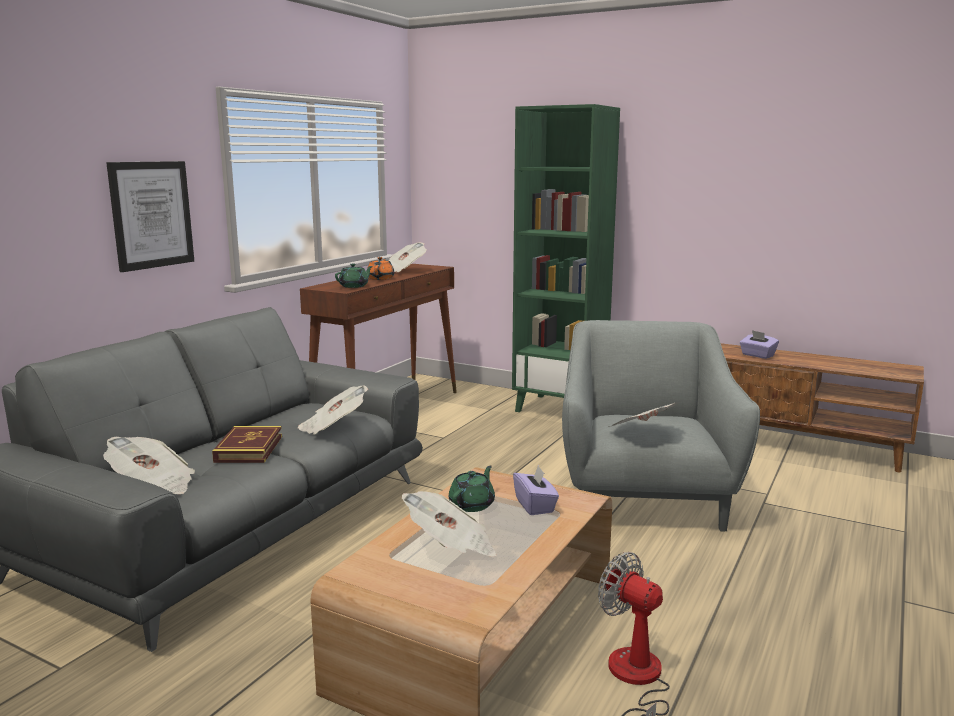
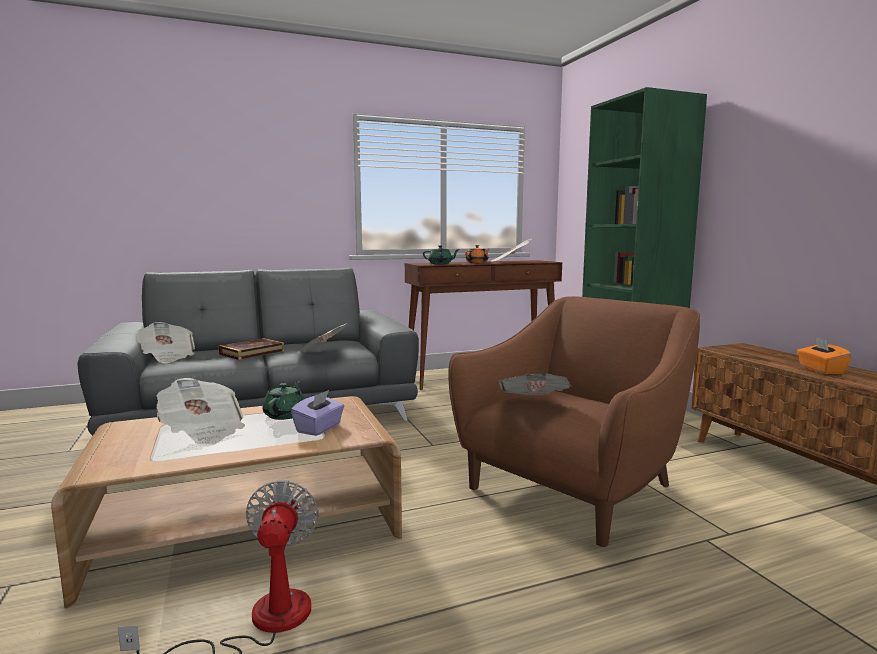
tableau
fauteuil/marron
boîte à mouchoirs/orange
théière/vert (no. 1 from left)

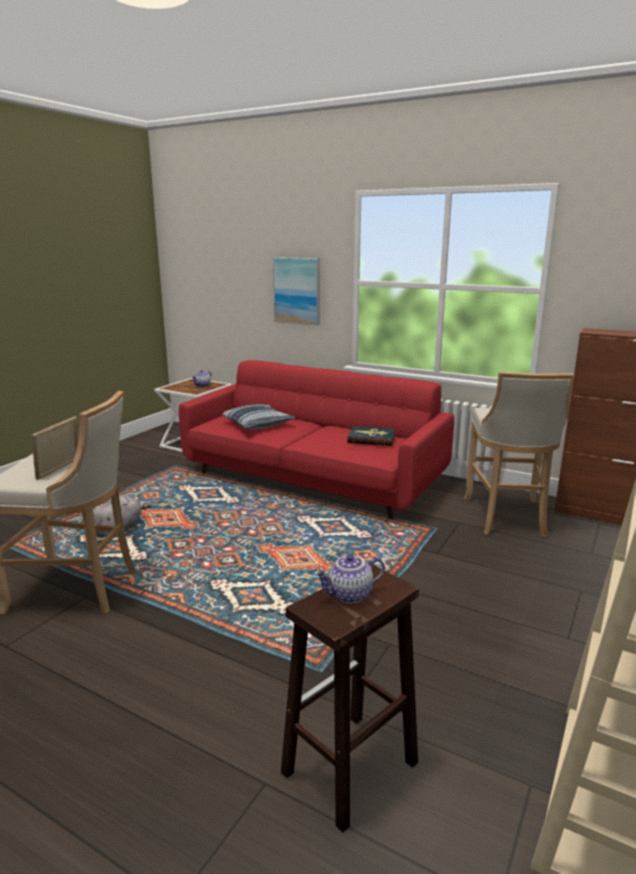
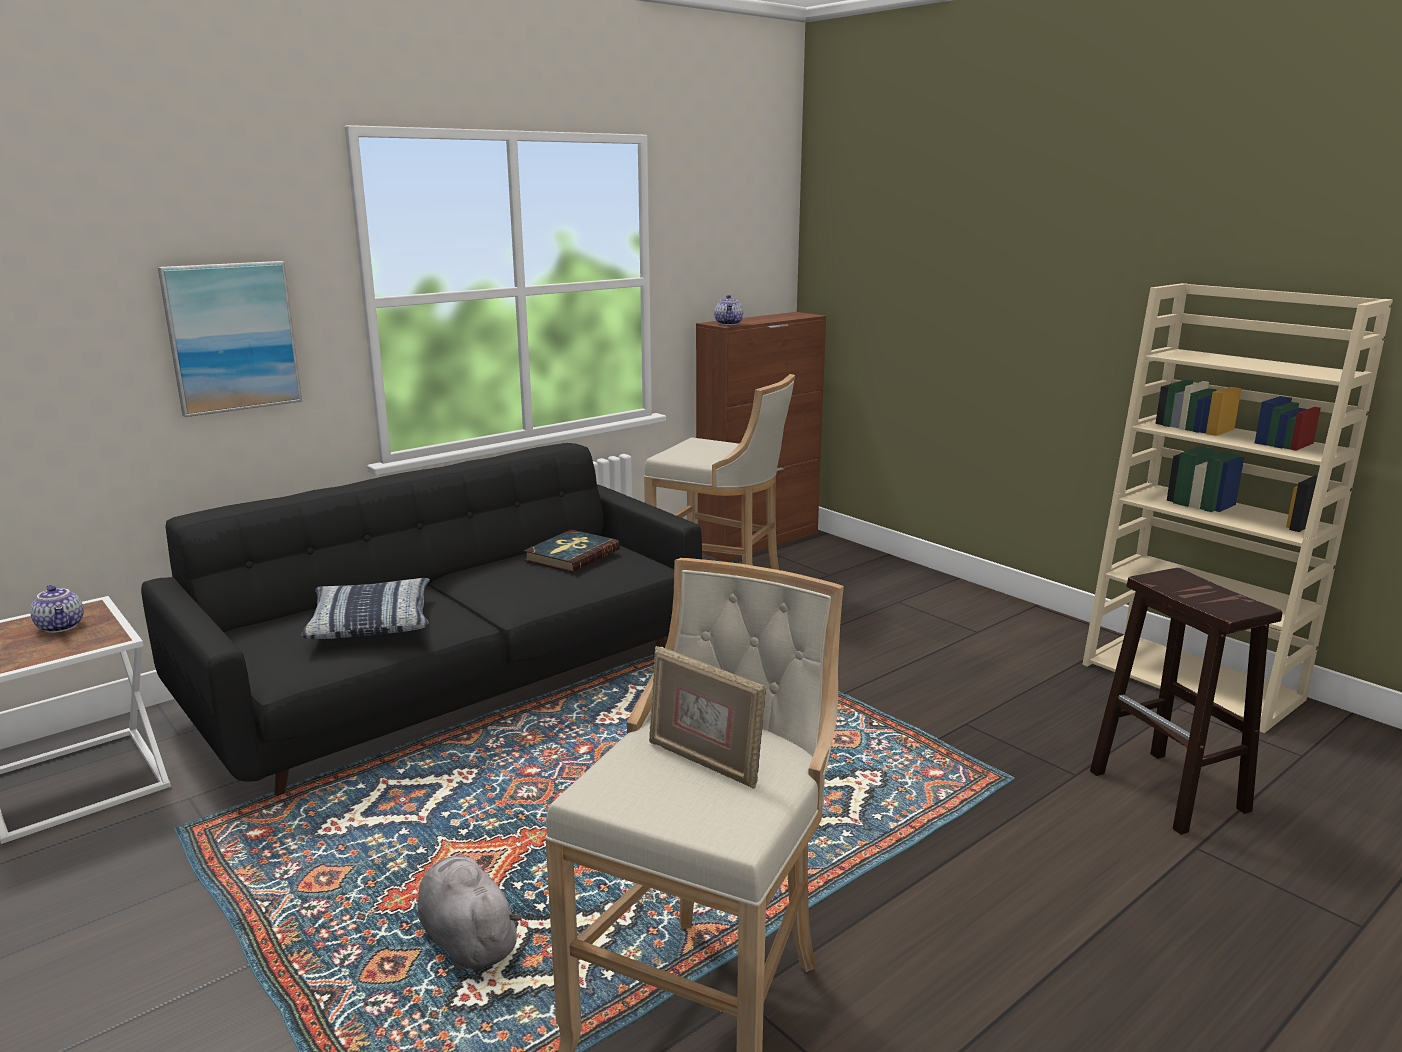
canapé/noir
théière (no. 2 from left)

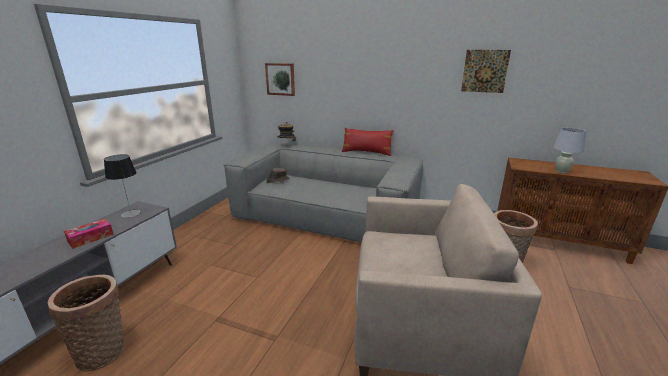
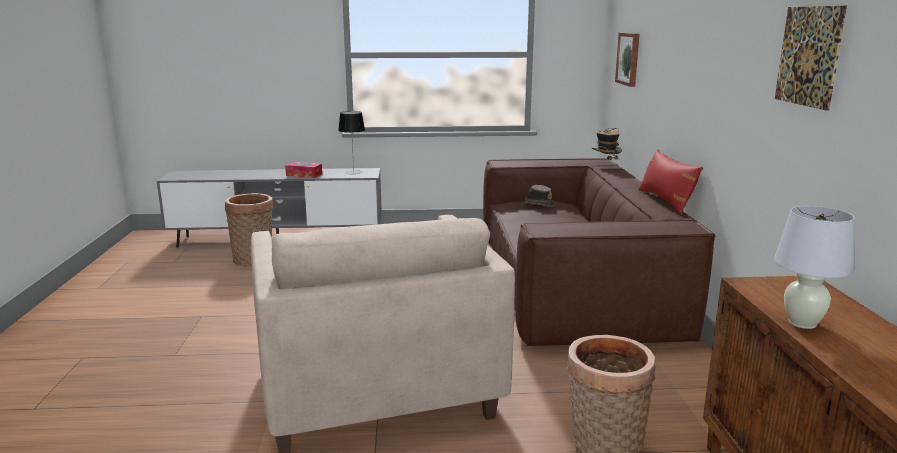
canapé/marron

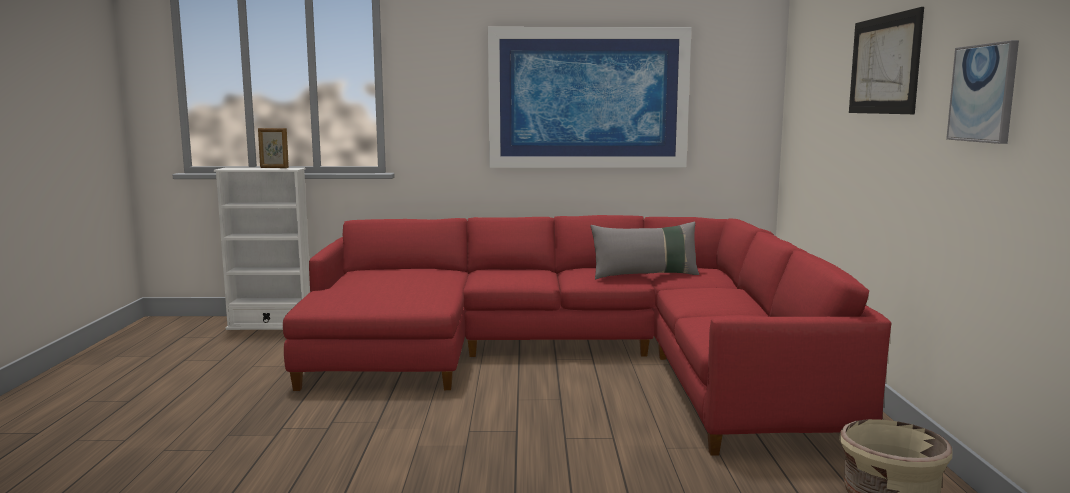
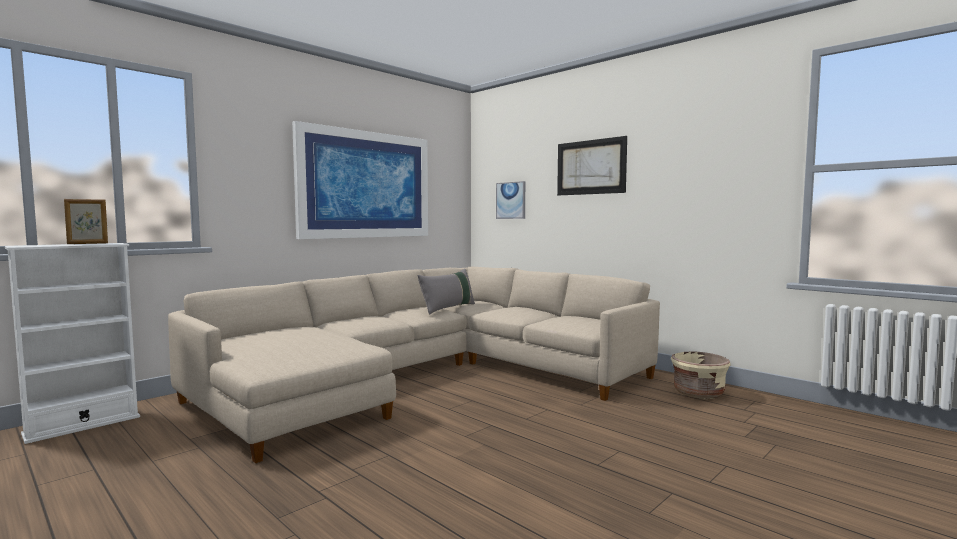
tableau (no. 2 from left)
canapé/beige

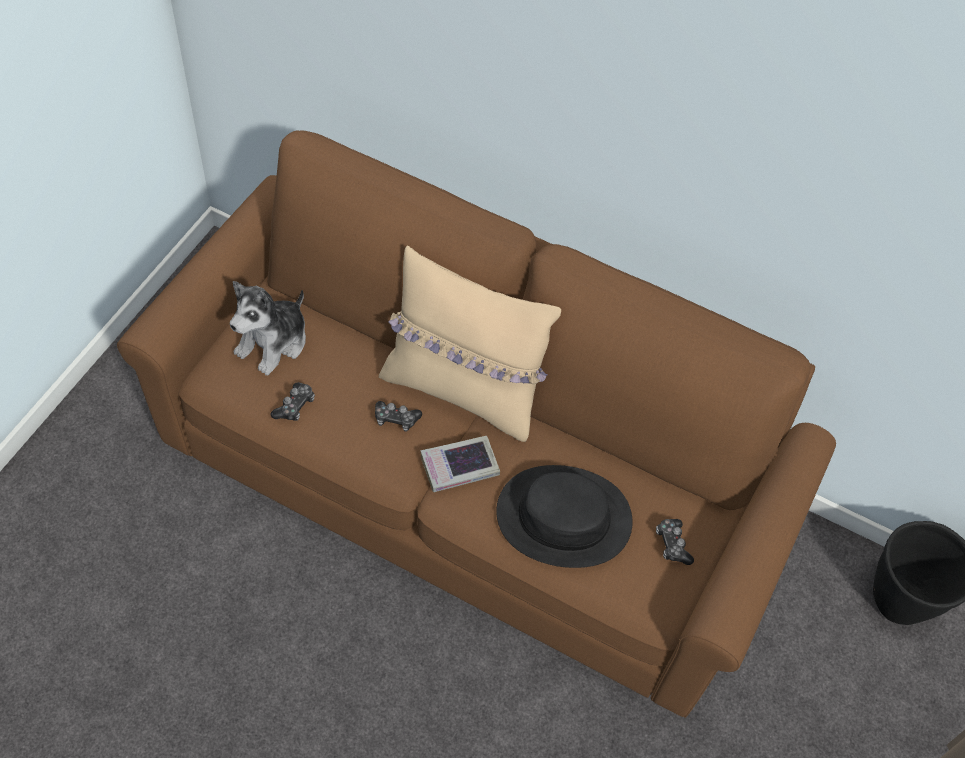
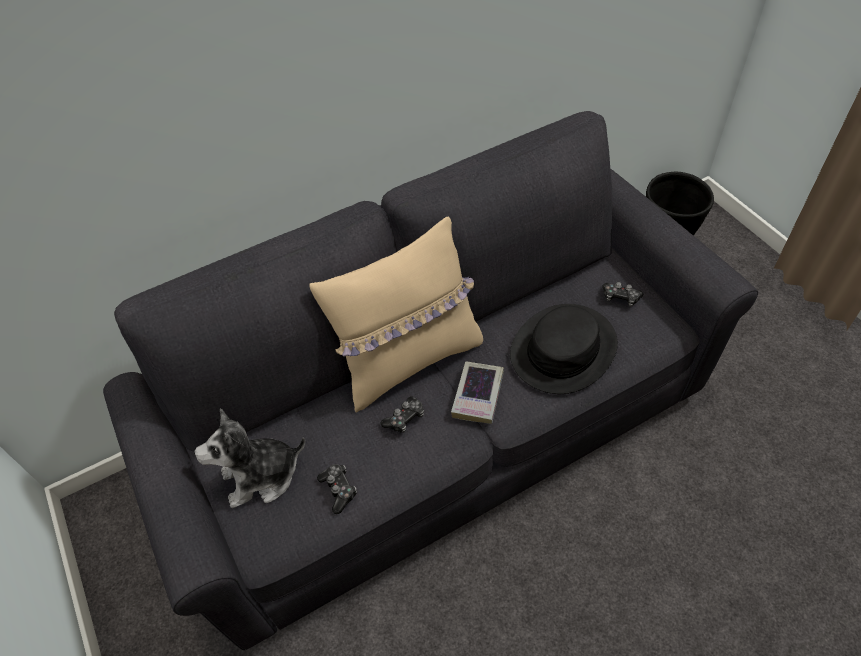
canapé/gris
peluche

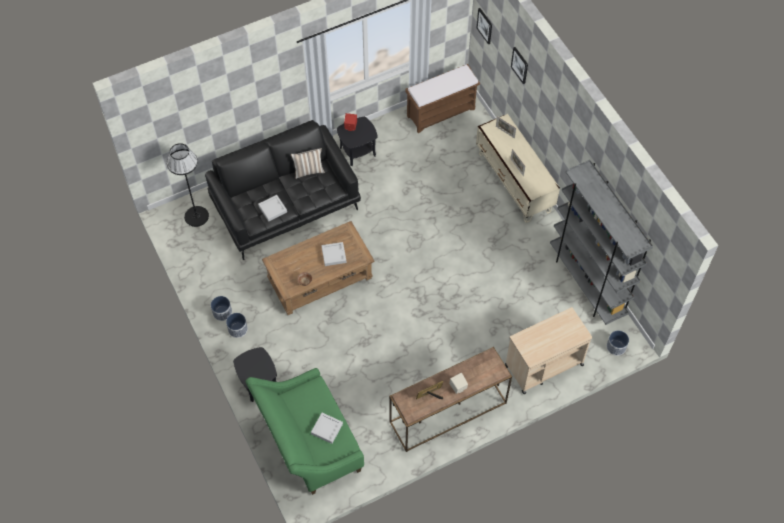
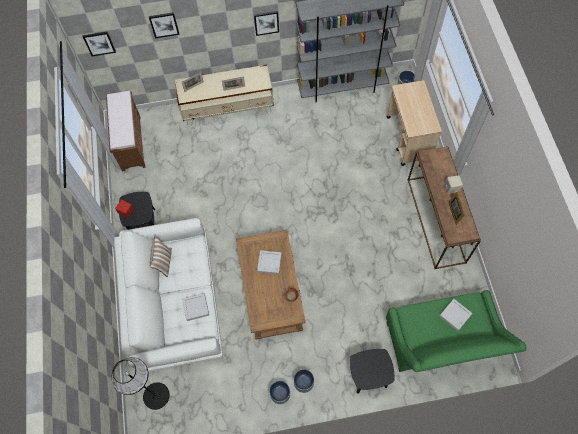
canapé/blanc
tableau (no. 3 from left)

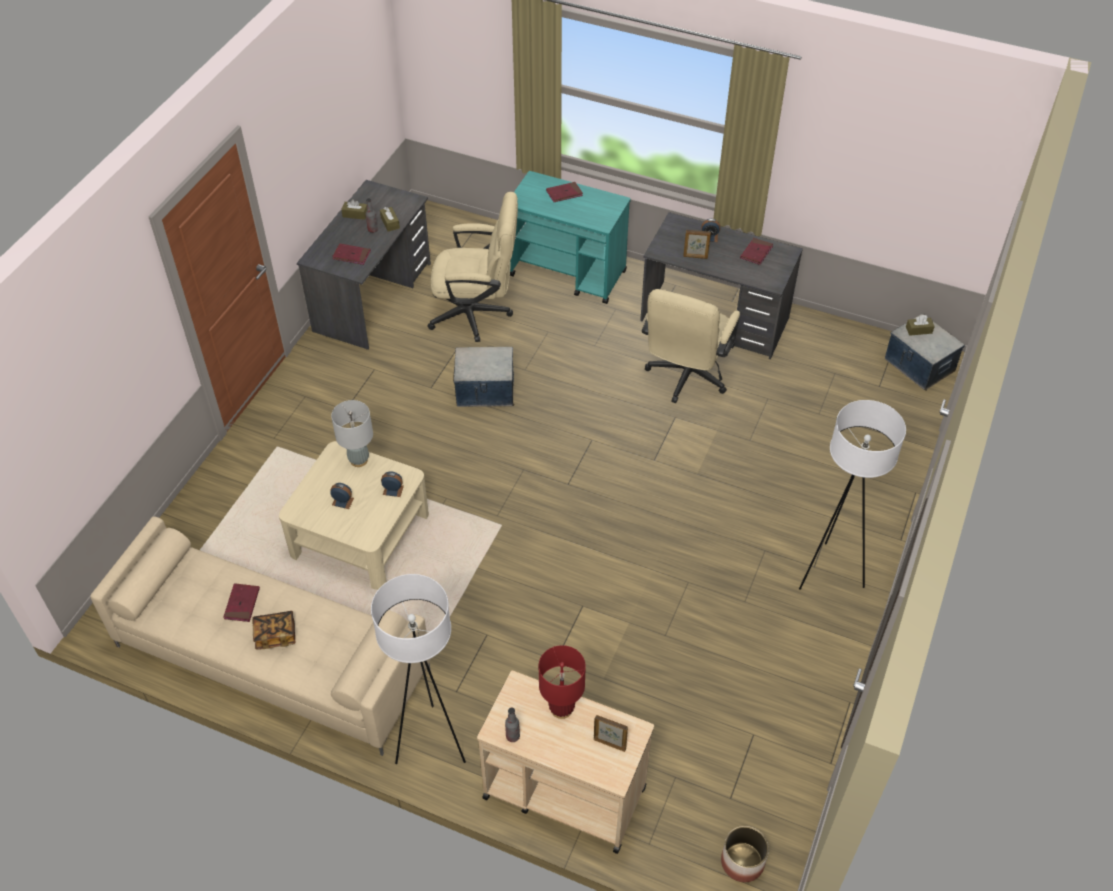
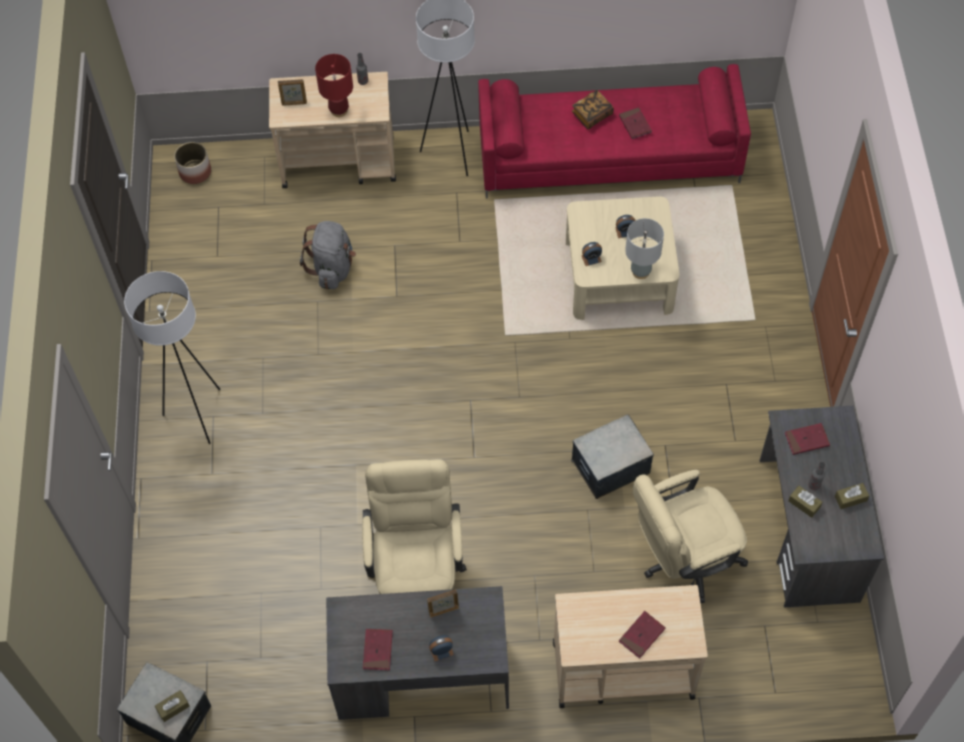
chariot/beige (no. 2 from left)
canapé/rouge
sac à dos/gris

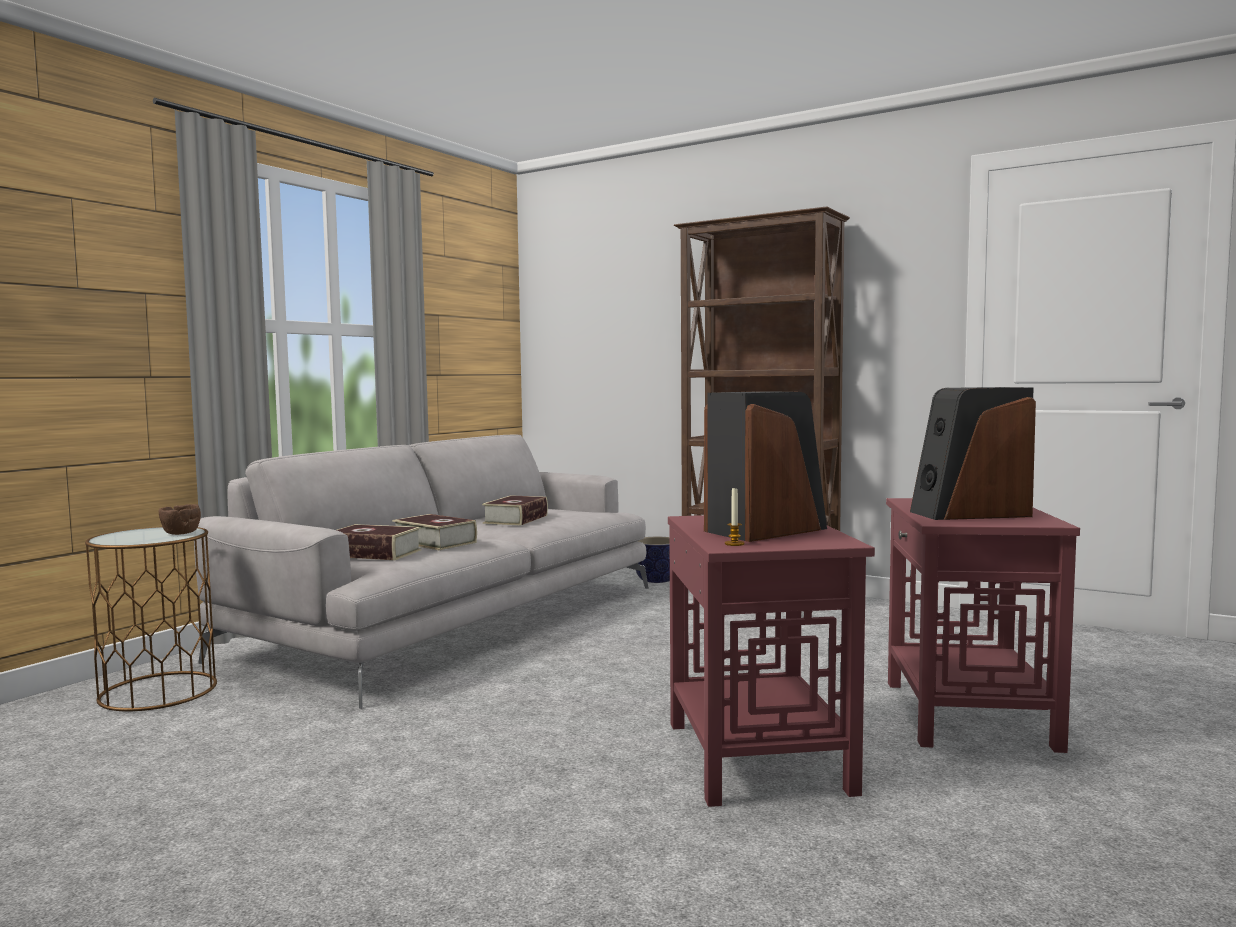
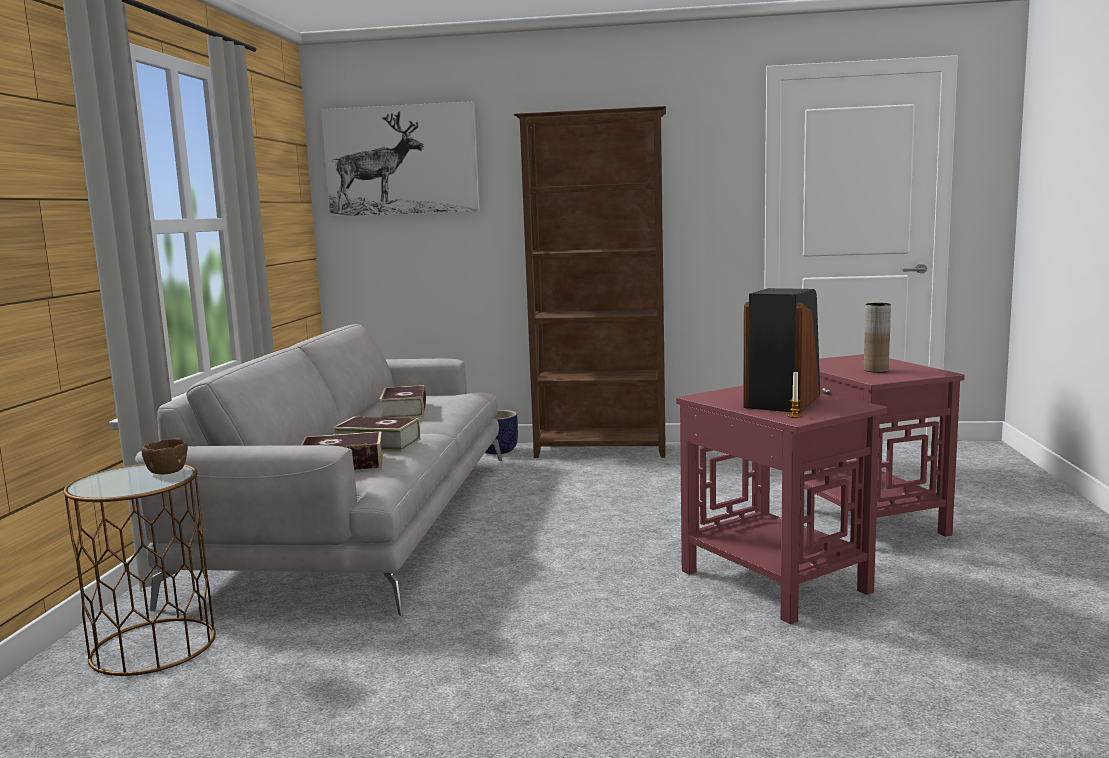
vase/marron
tableau

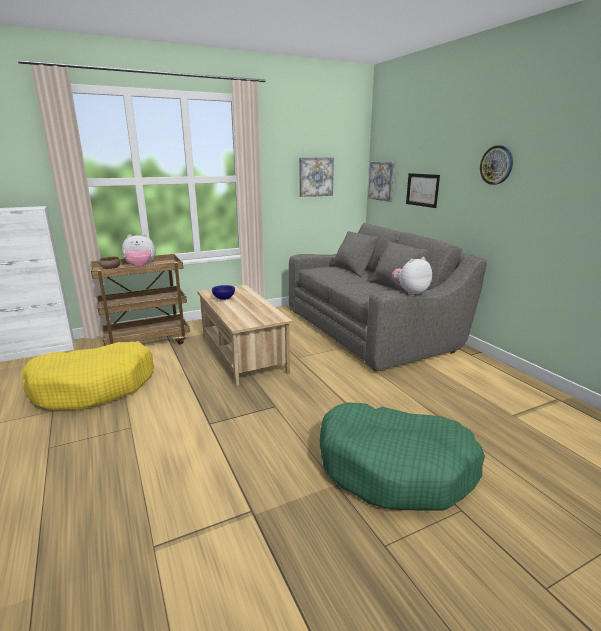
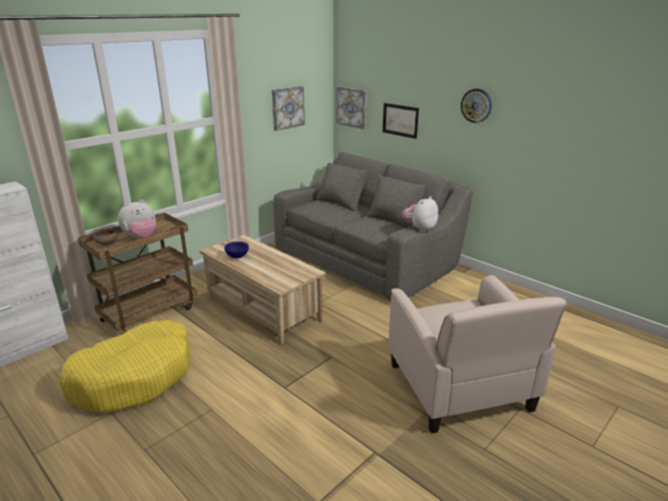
fauteuil/beige

